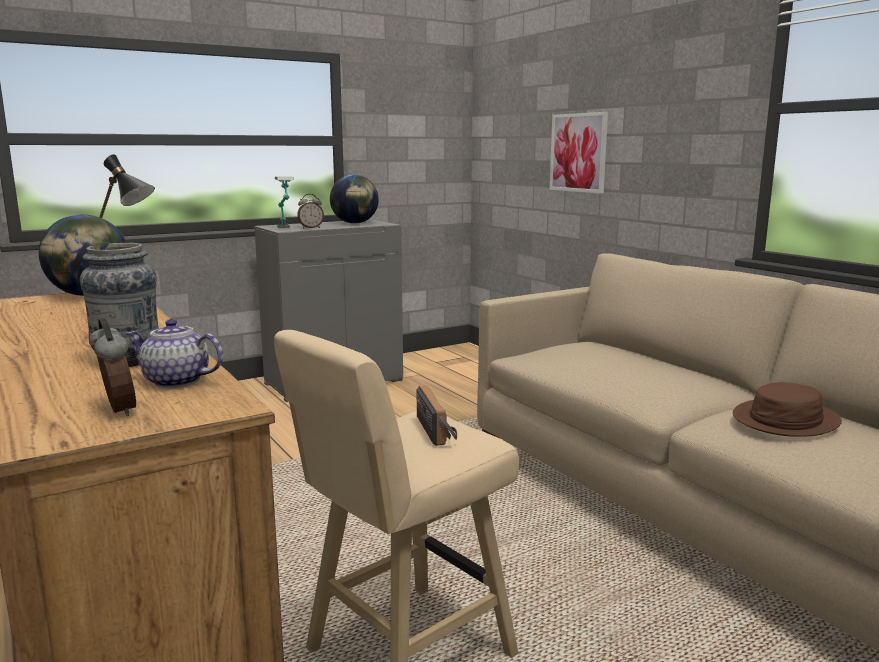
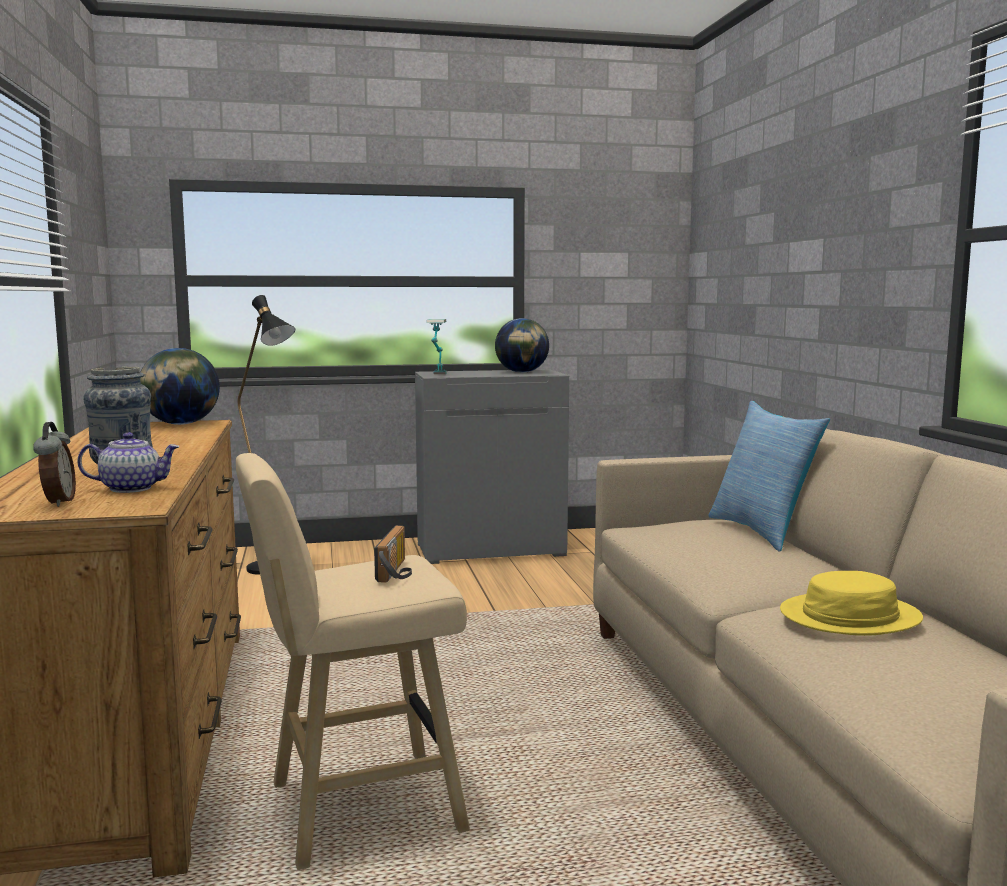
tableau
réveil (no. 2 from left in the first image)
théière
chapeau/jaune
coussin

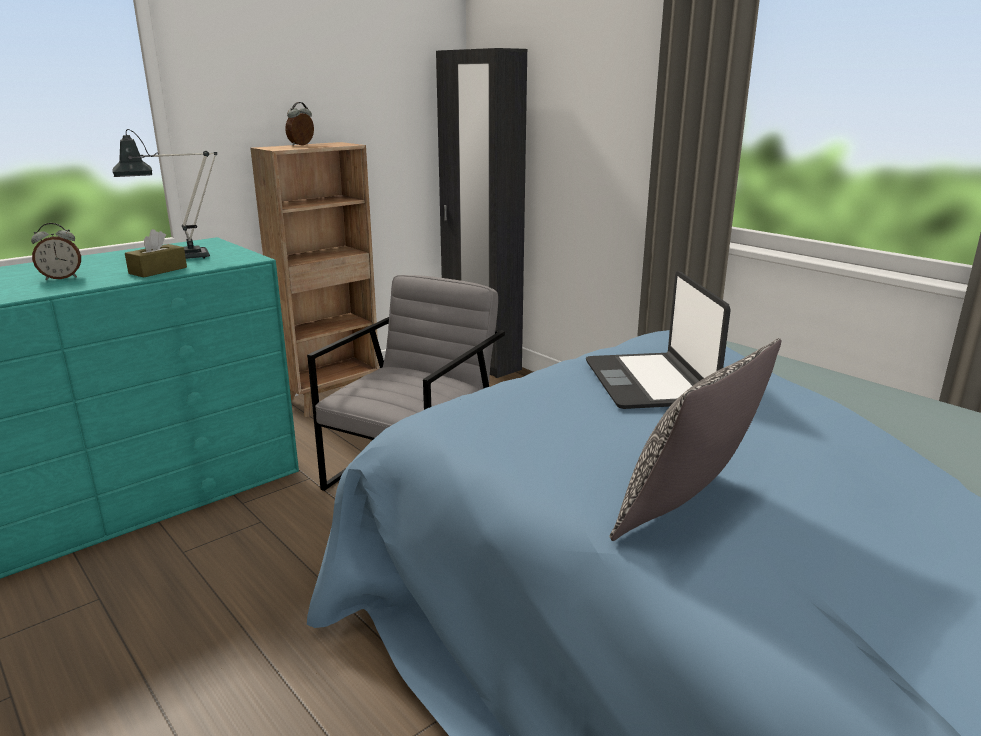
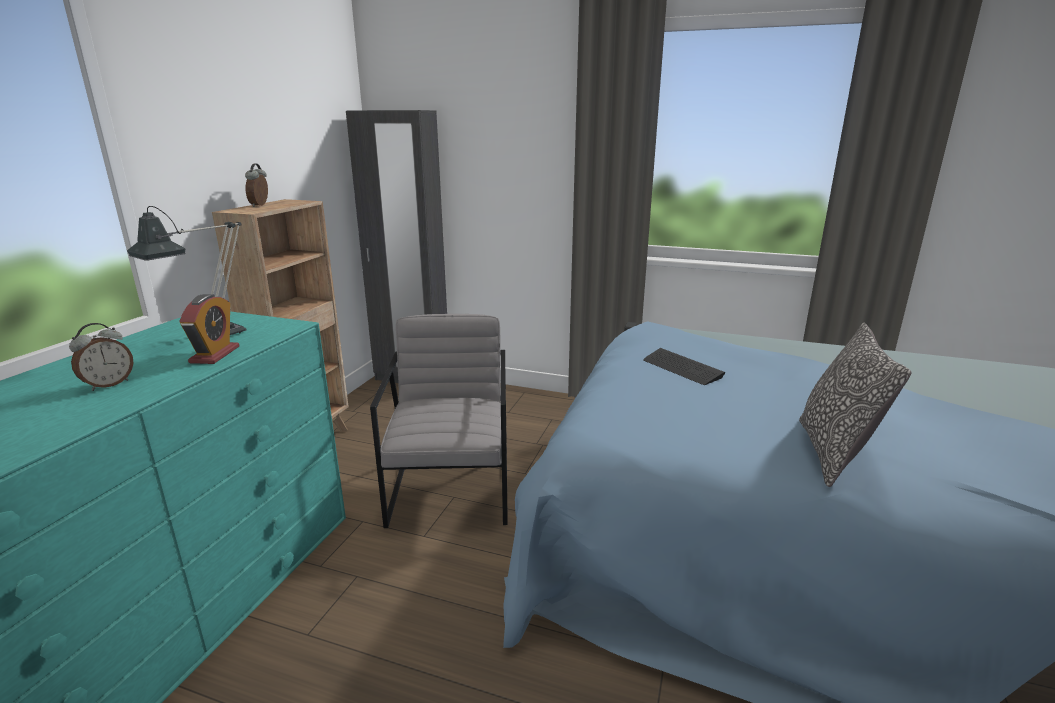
réveil (no. 2 from left)
clavier

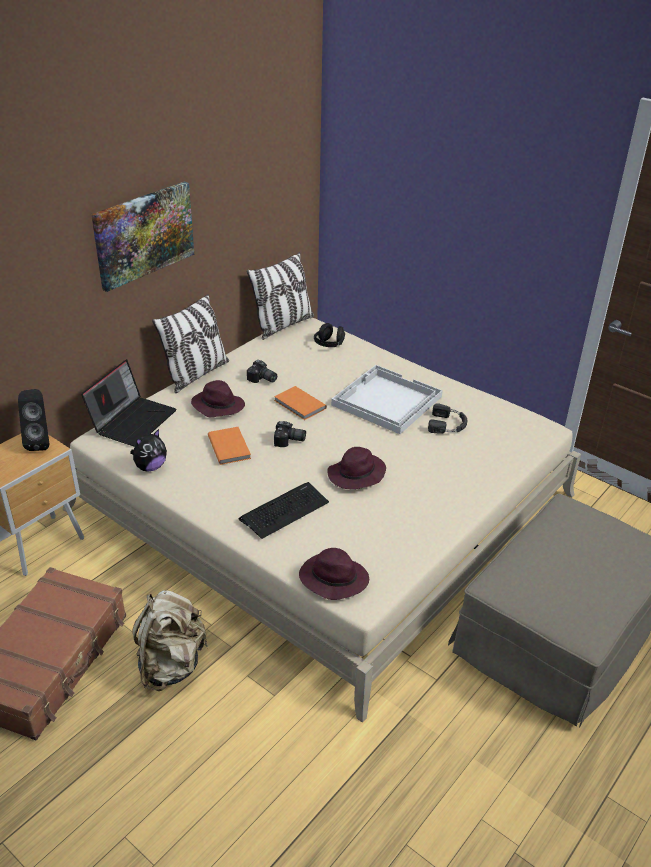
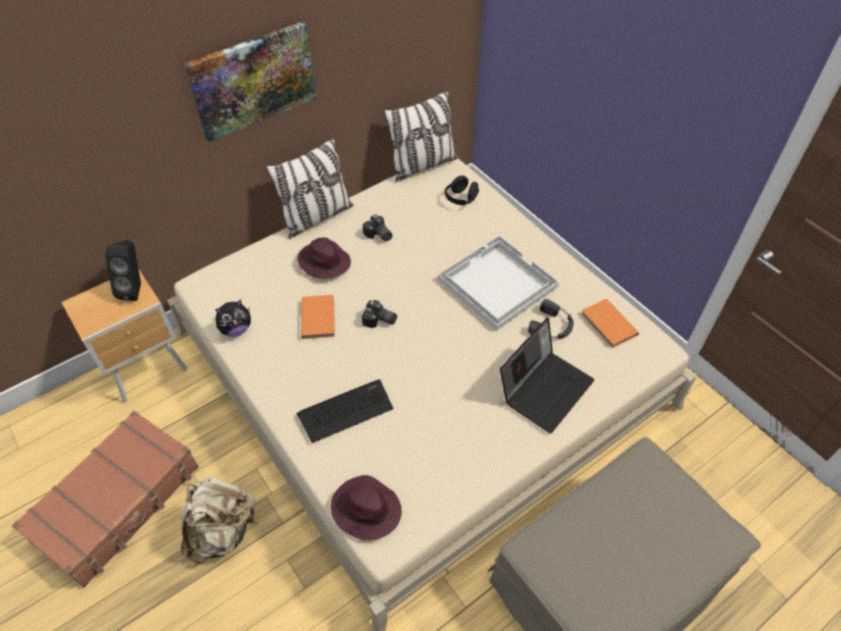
ordinateur portable
livre/orange (no. 2 from left)
chapeau/violet (no. 3 from left in the first image)

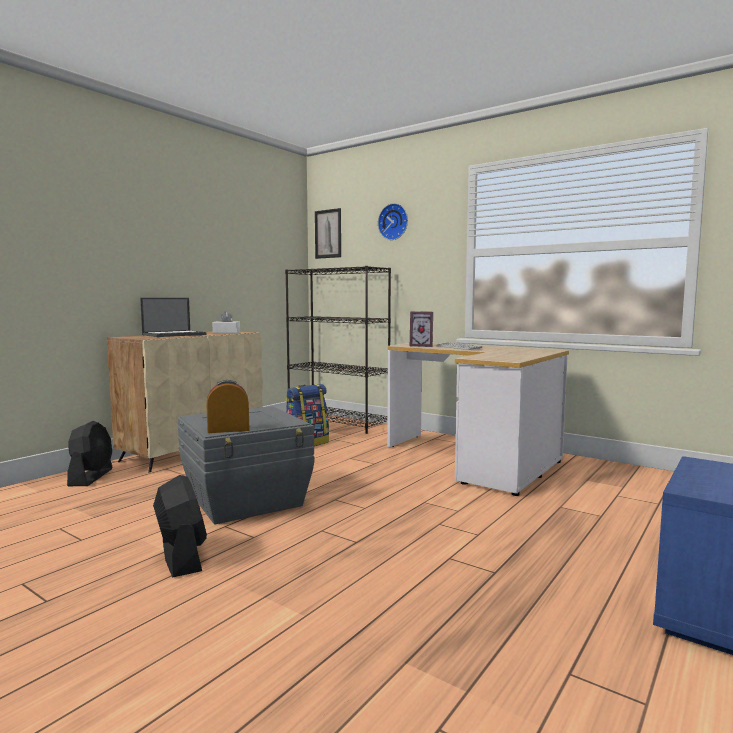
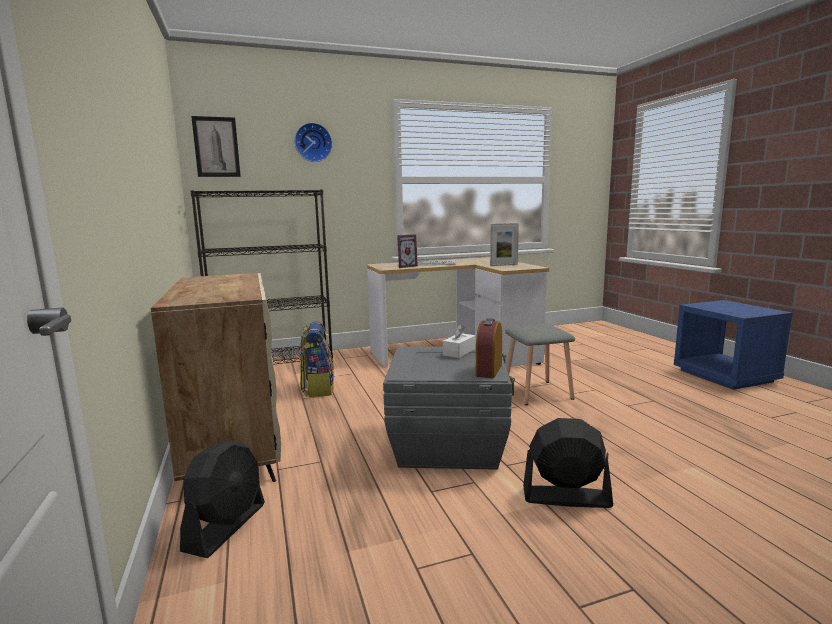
ordinateur portable
boîte à mouchoirs/blanc
ventilateur/noir (no. 1 from left)
cadre photo (no. 2 from left)
tabouret/gris

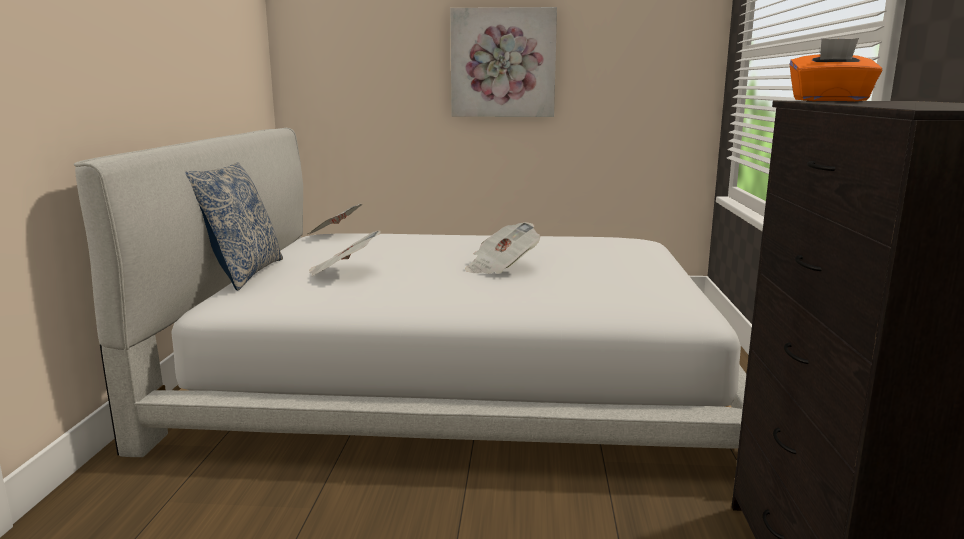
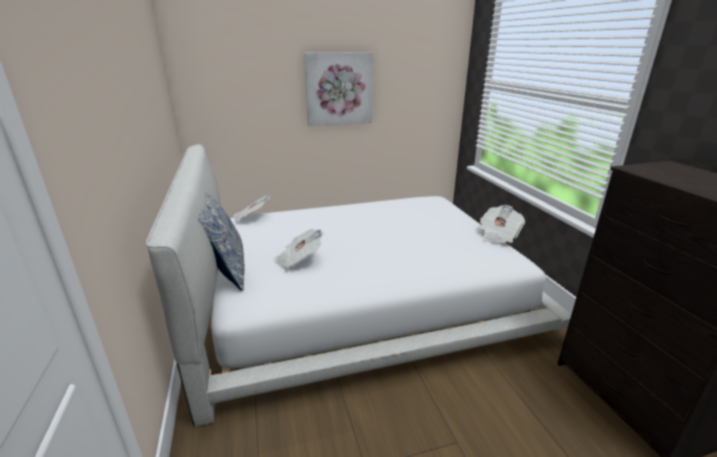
boîte à mouchoirs/orange
journal (no. 3 from left)

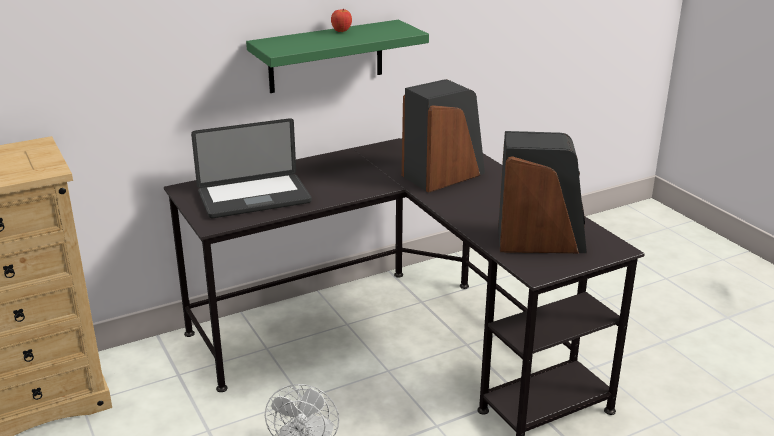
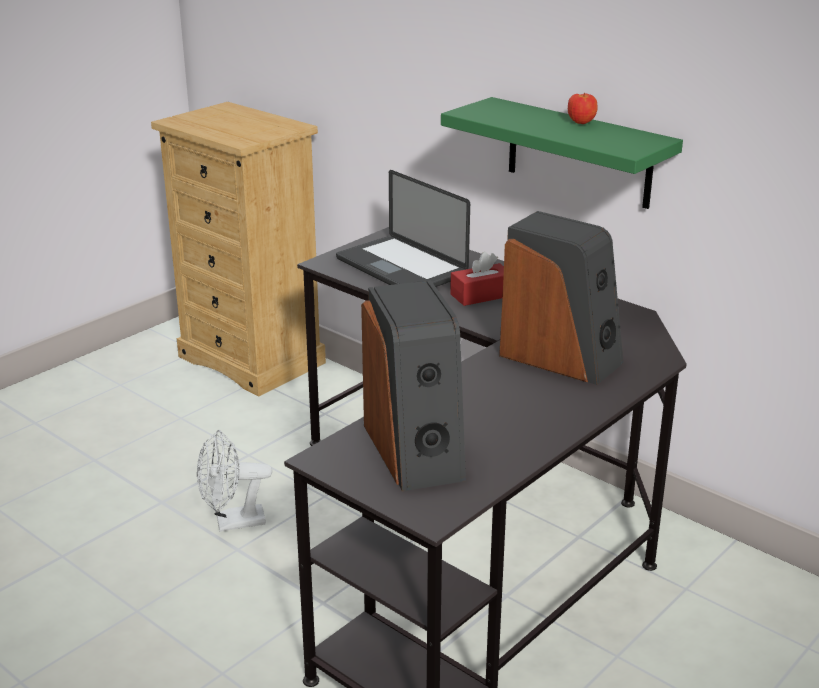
boîte à mouchoirs/rouge

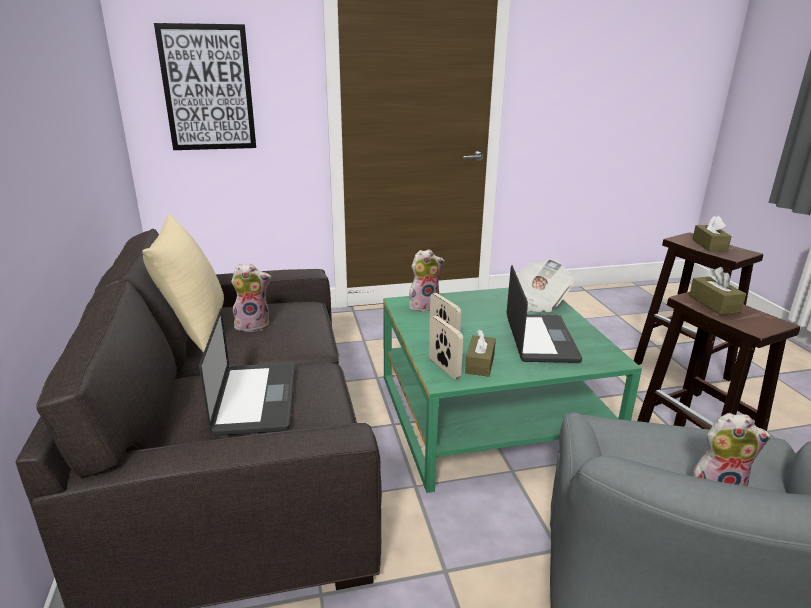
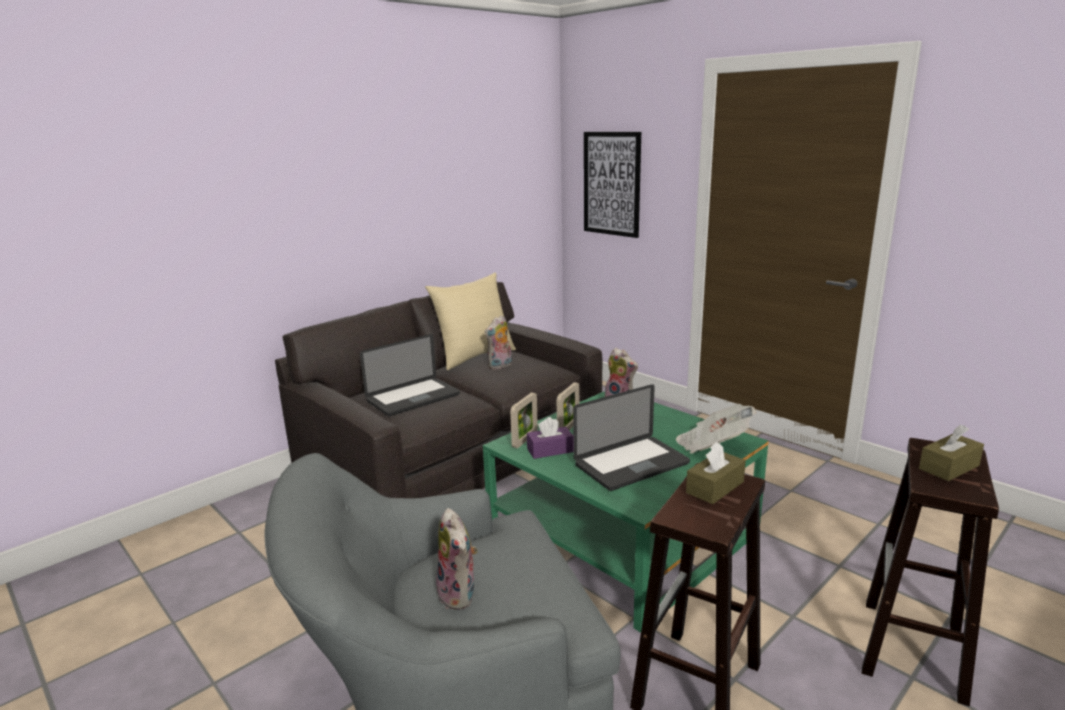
peluche (no. 2 from left)
boîte à mouchoirs/violet

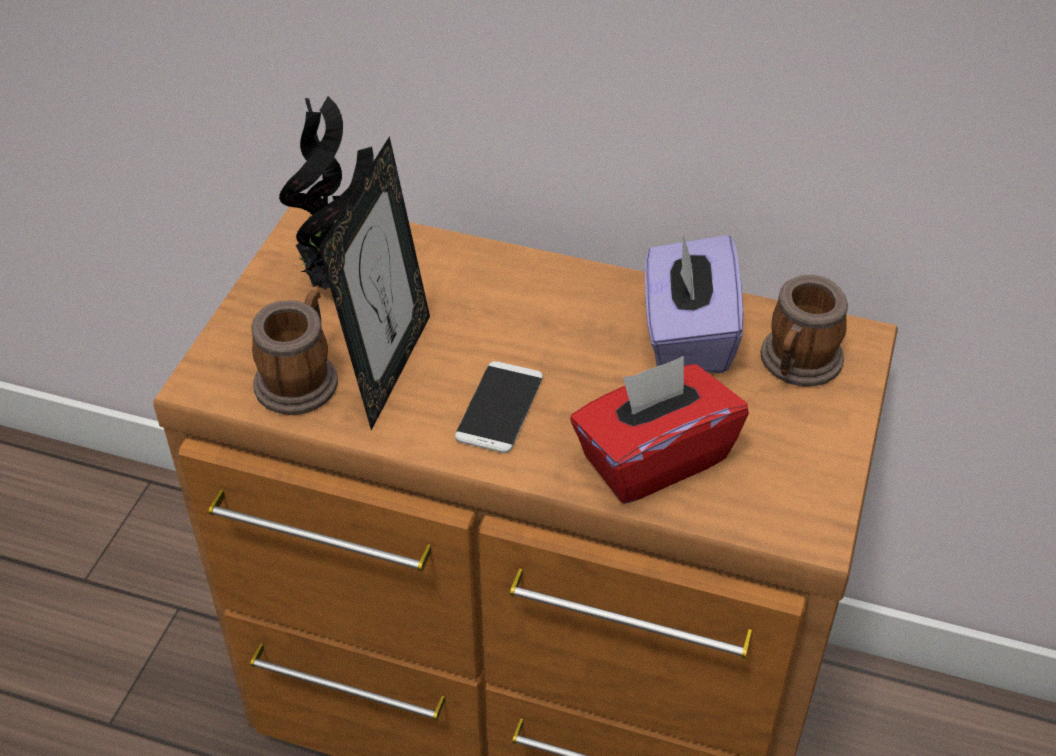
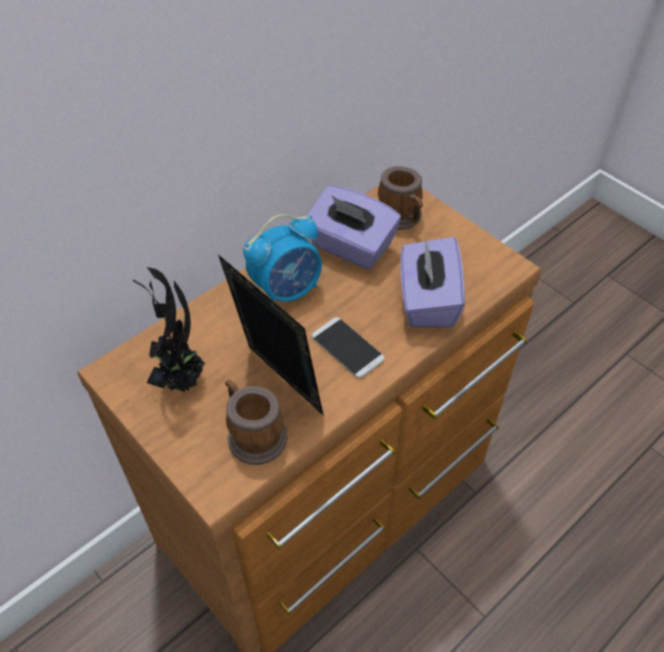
boîte à mouchoirs/violet (no. 2 from left)
réveil

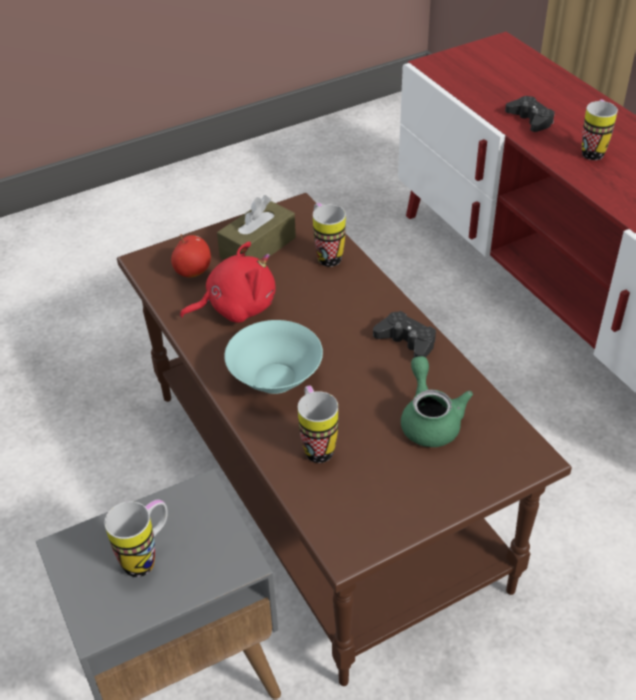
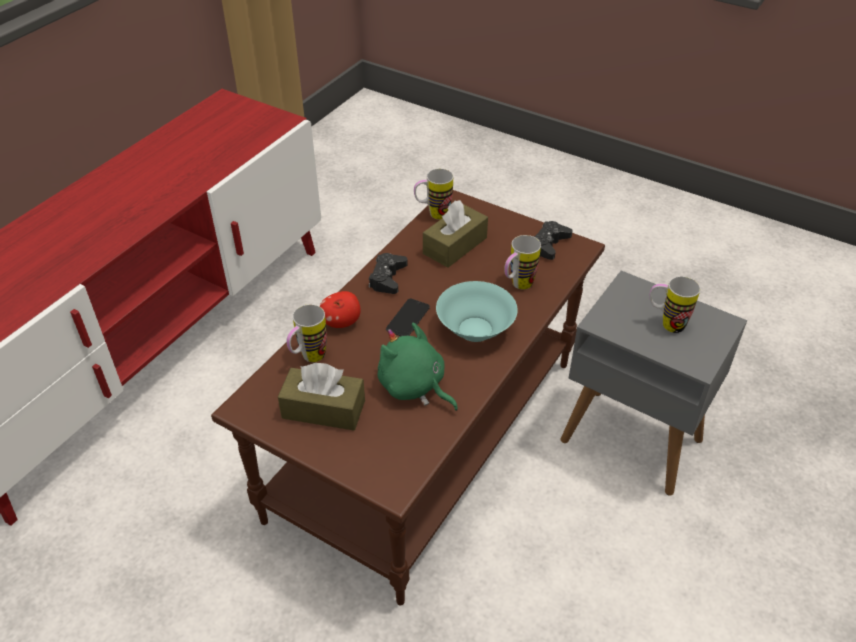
manette/noir (no. 2 from left)
mug (no. 2 from left)
pomme
peluche/vert
boîte à mouchoirs/marron (no. 2 from left)
téléphone

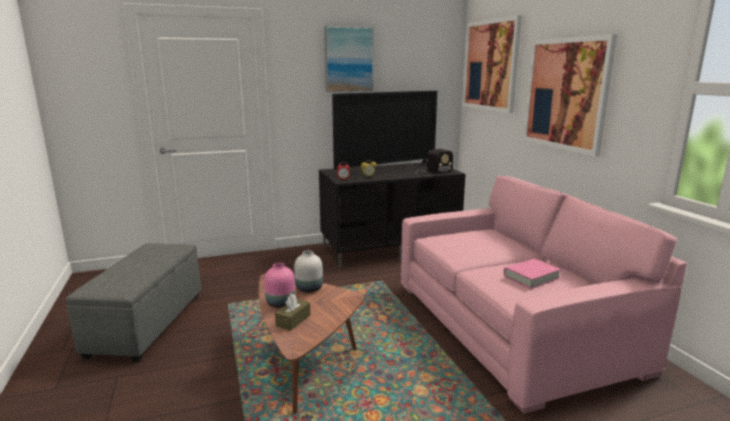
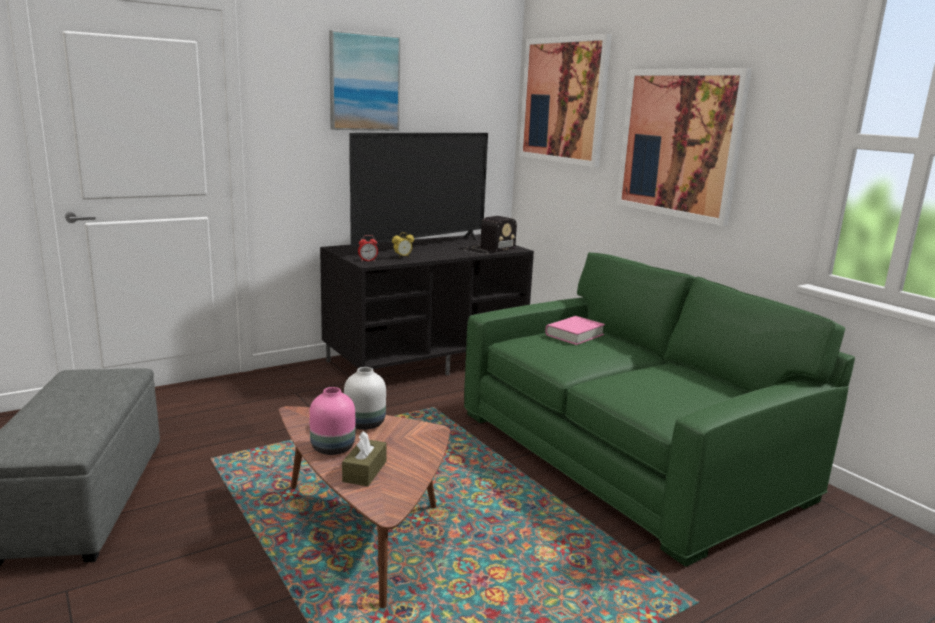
canapé/vert
livre/rose

